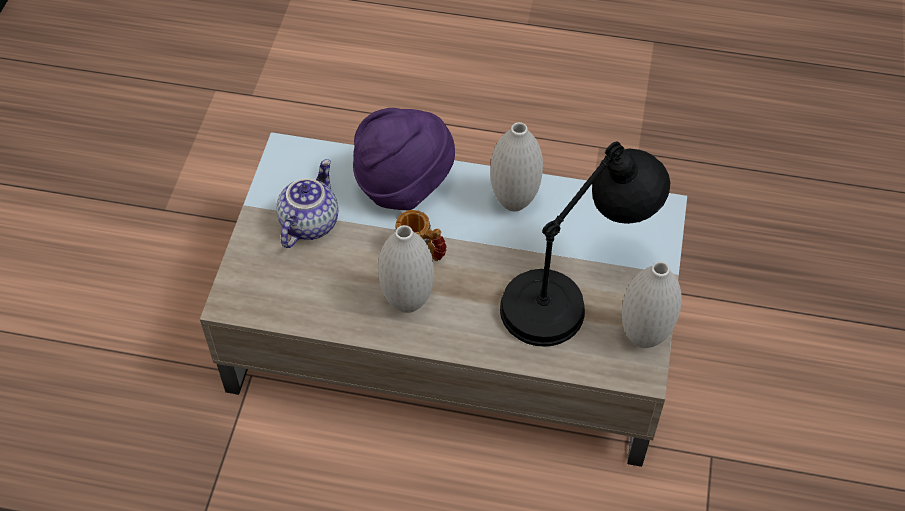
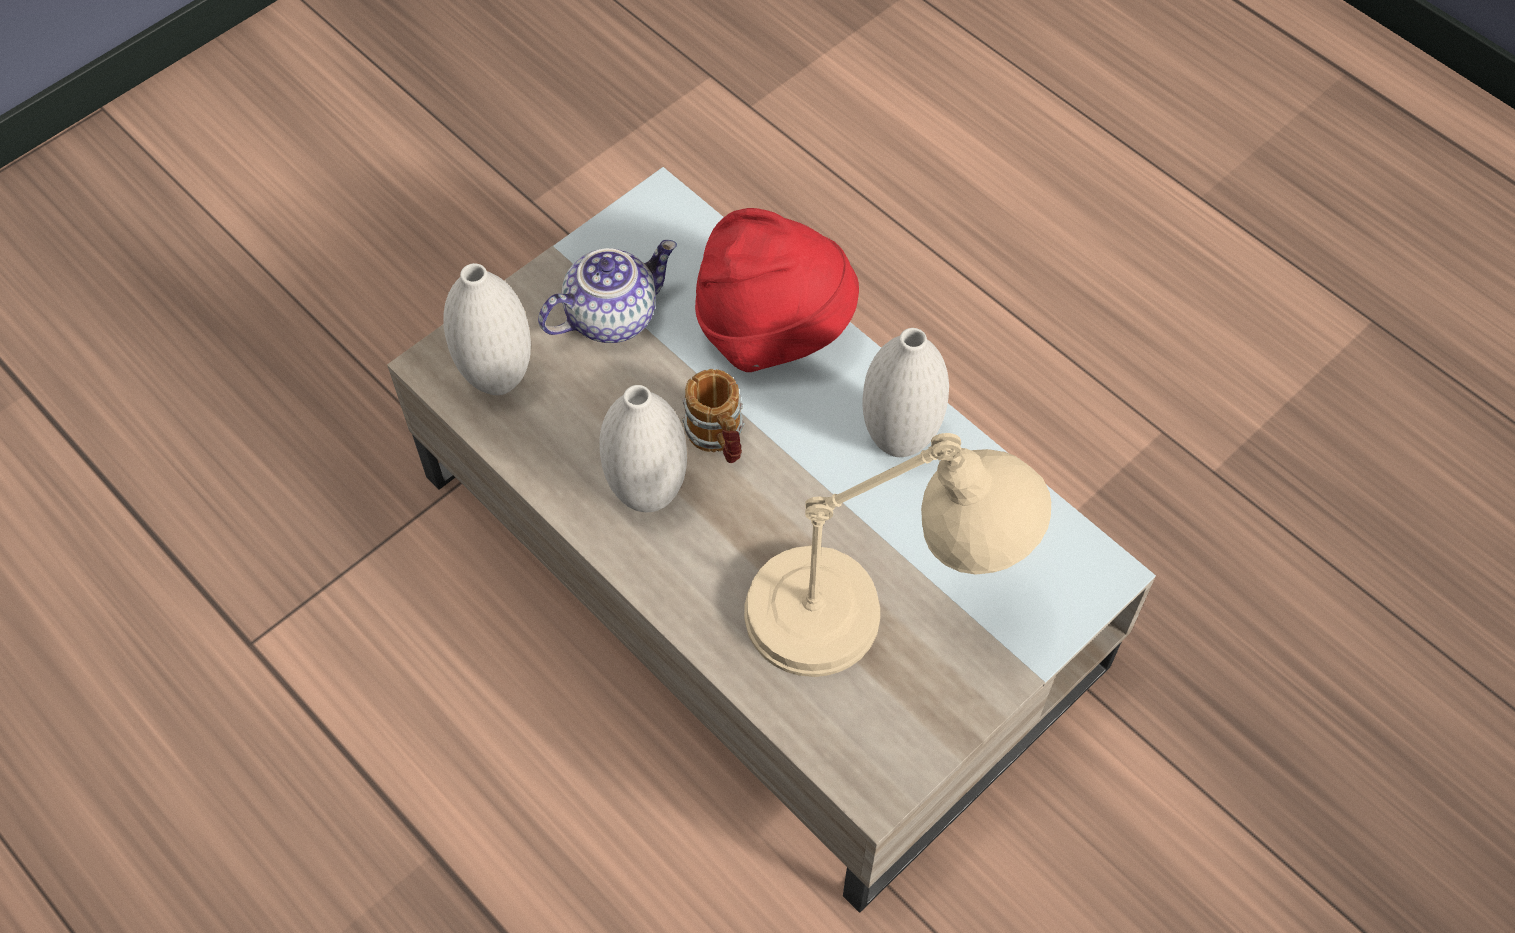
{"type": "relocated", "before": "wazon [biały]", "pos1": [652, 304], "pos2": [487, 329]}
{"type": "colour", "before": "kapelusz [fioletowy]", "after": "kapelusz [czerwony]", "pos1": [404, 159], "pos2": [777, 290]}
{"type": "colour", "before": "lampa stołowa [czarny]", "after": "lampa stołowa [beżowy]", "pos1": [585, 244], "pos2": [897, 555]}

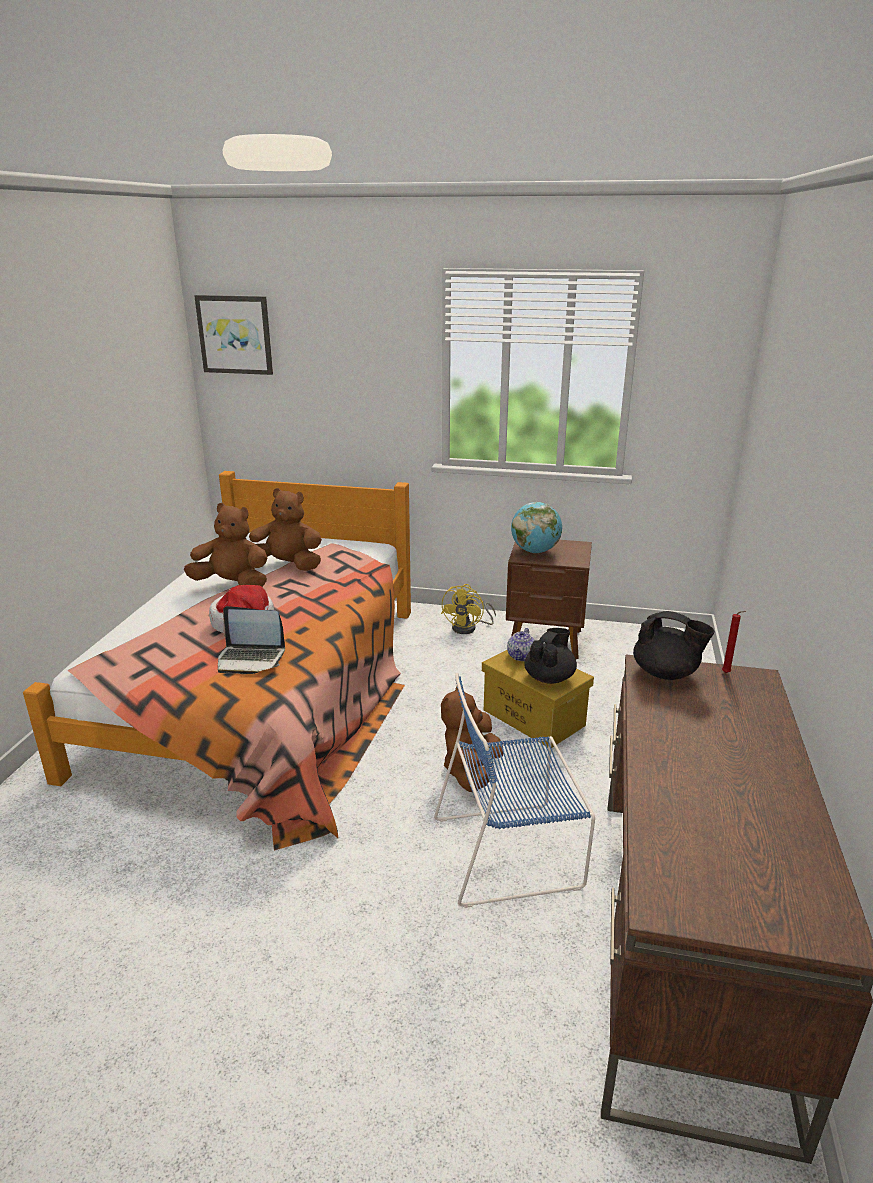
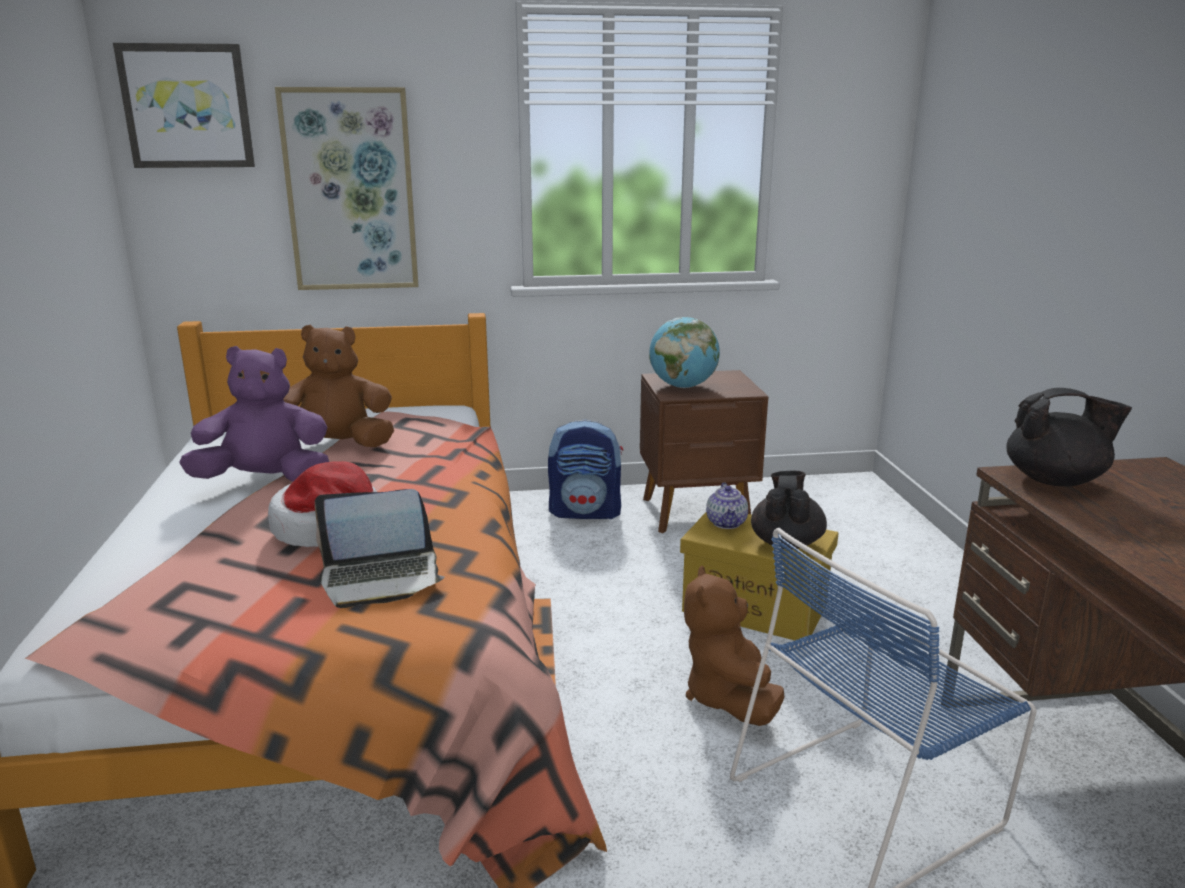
{"type": "colour", "before": "pluszak [brązowy]", "after": "pluszak [fioletowy]", "pos1": [225, 545], "pos2": [254, 414]}
{"type": "appeared", "after": "obraz", "pos2": [346, 188]}
{"type": "exchanged", "before": "wentylator [żółty]", "after": "plecak", "pos1": [468, 609], "pos2": [585, 469]}
{"type": "missing", "before": "świeca [czerwony]", "pos1": [734, 642]}

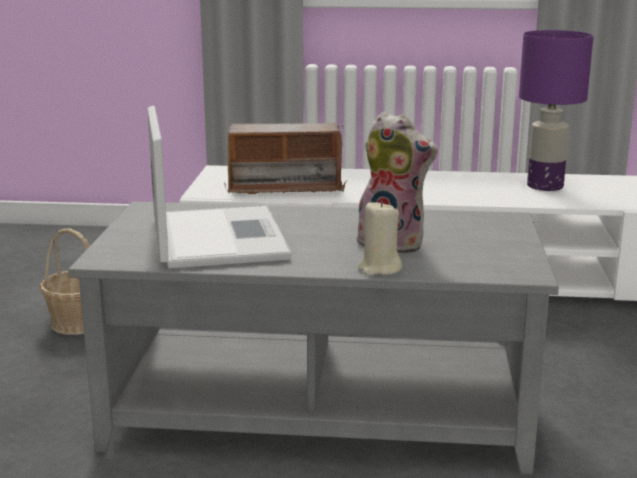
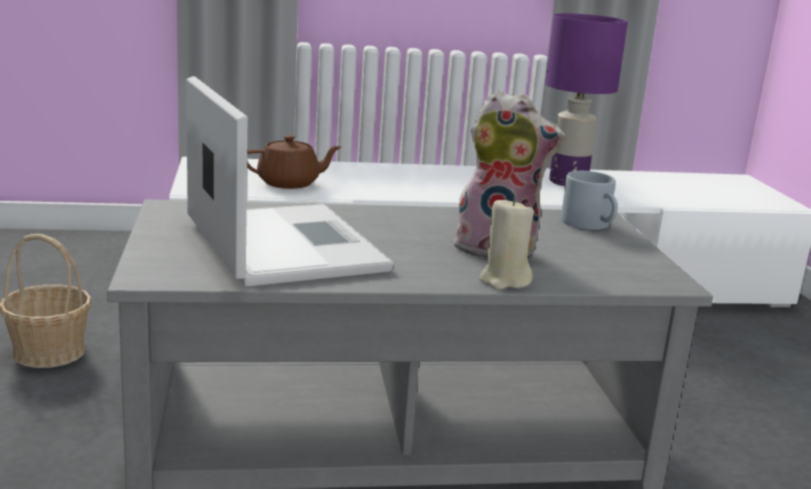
{"type": "exchanged", "before": "radio", "after": "imbryk [brązowy]", "pos1": [285, 158], "pos2": [294, 162]}
{"type": "appeared", "after": "kubek [szary]", "pos2": [589, 200]}

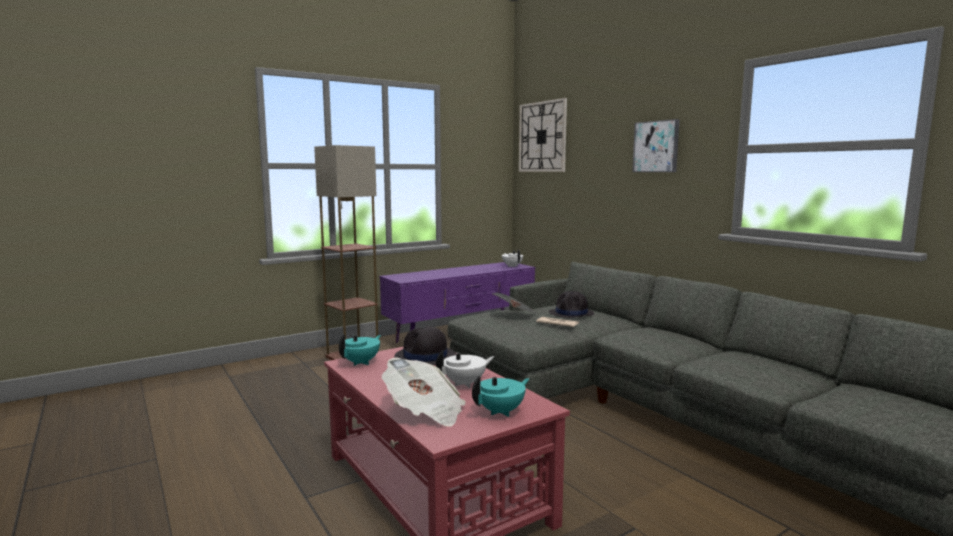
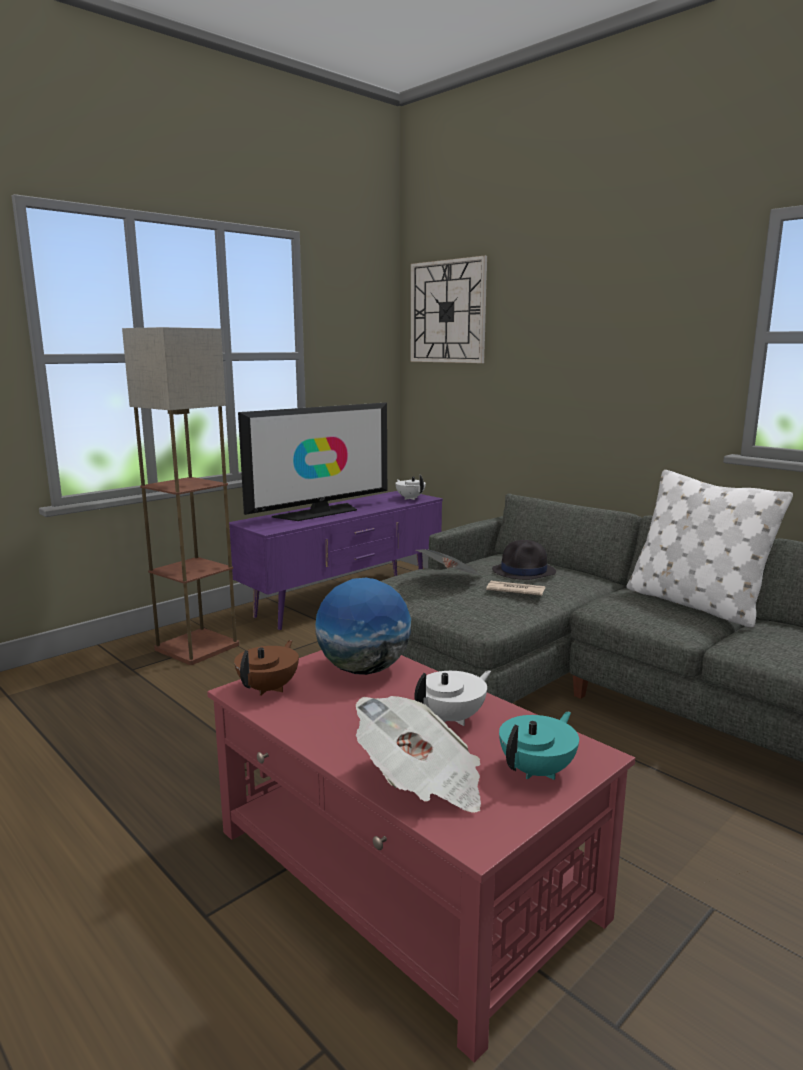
{"type": "colour", "before": "imbryk [turkusowy]", "after": "imbryk [brązowy]", "pos1": [360, 350], "pos2": [266, 668]}
{"type": "appeared", "after": "telewizor", "pos2": [312, 461]}
{"type": "exchanged", "before": "kapelusz [czarny]", "after": "globus", "pos1": [425, 345], "pos2": [363, 626]}
{"type": "appeared", "after": "poduszka [biały]", "pos2": [709, 549]}
{"type": "missing", "before": "obraz", "pos1": [655, 145]}

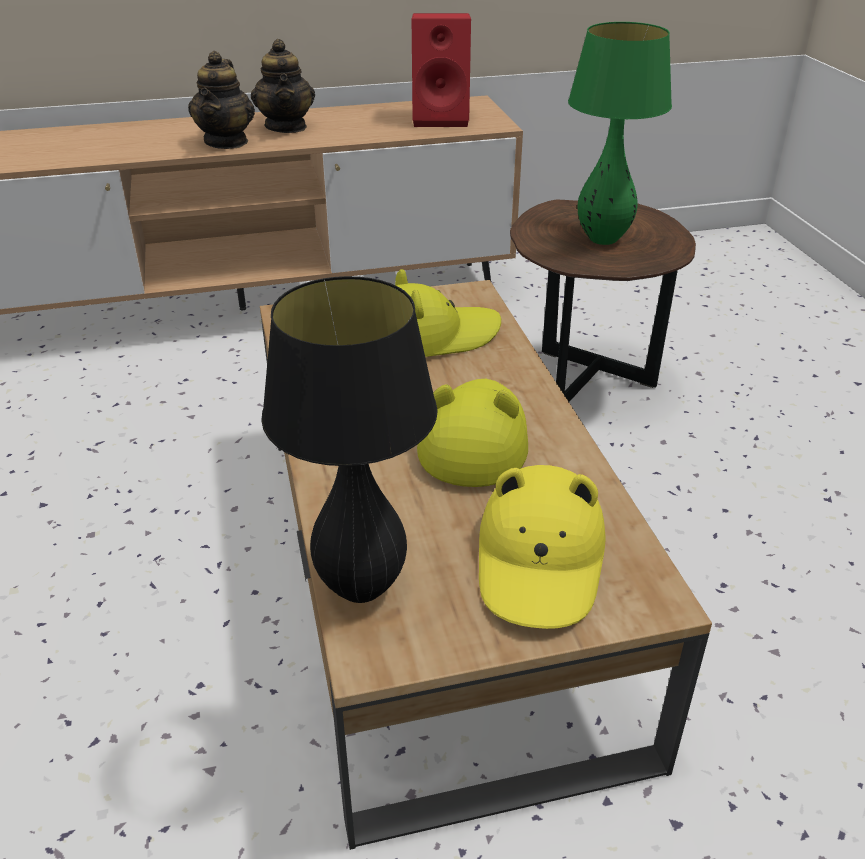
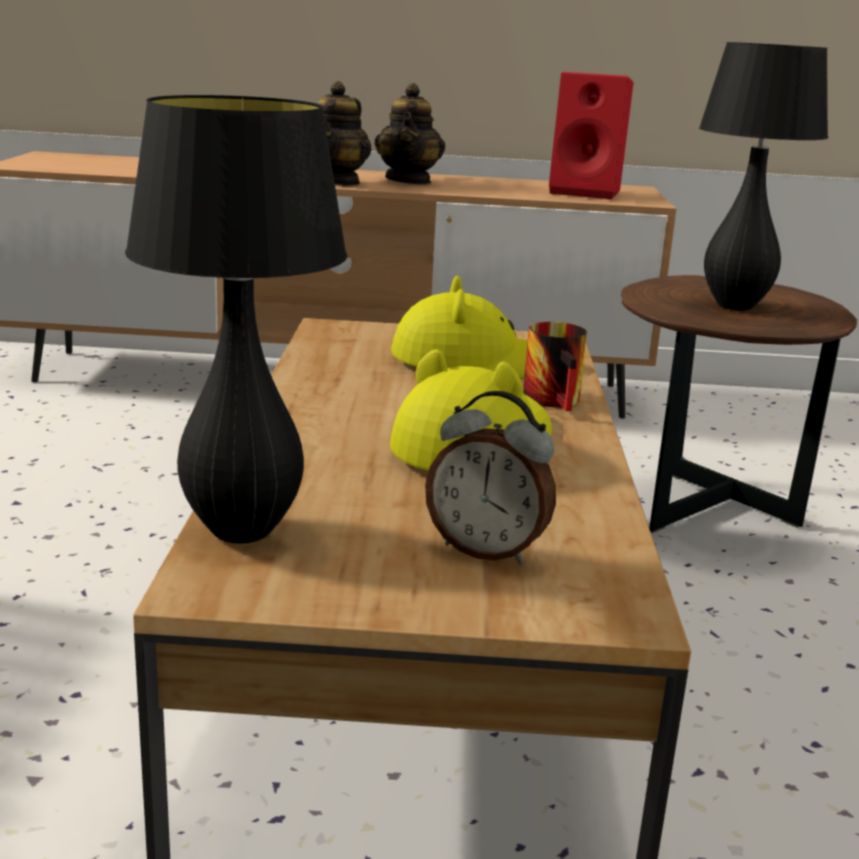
{"type": "exchanged", "before": "kapelusz [żółty]", "after": "budzik", "pos1": [542, 547], "pos2": [490, 478]}
{"type": "appeared", "after": "kubek", "pos2": [555, 366]}
{"type": "colour", "before": "lampa stołowa [zielony]", "after": "lampa stołowa [czarny]", "pos1": [620, 133], "pos2": [763, 176]}

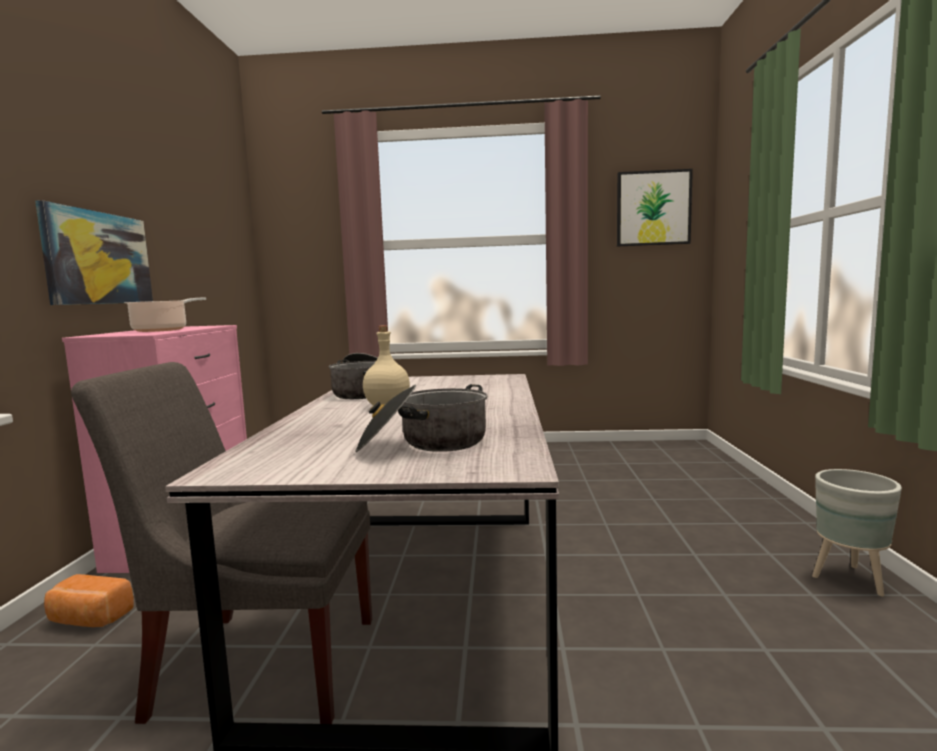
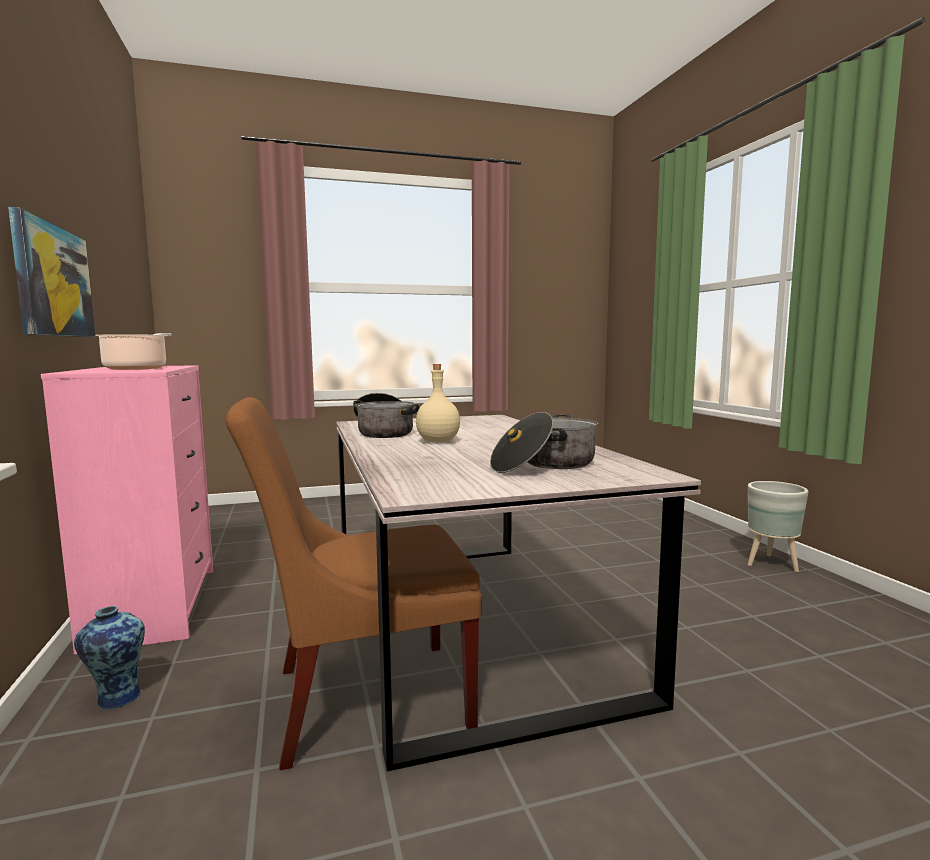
{"type": "exchanged", "before": "chleb", "after": "wazon", "pos1": [89, 600], "pos2": [109, 657]}
{"type": "colour", "before": "krzesło [szary]", "after": "krzesło [brązowy]", "pos1": [221, 543], "pos2": [354, 583]}
{"type": "missing", "before": "obraz", "pos1": [655, 208]}

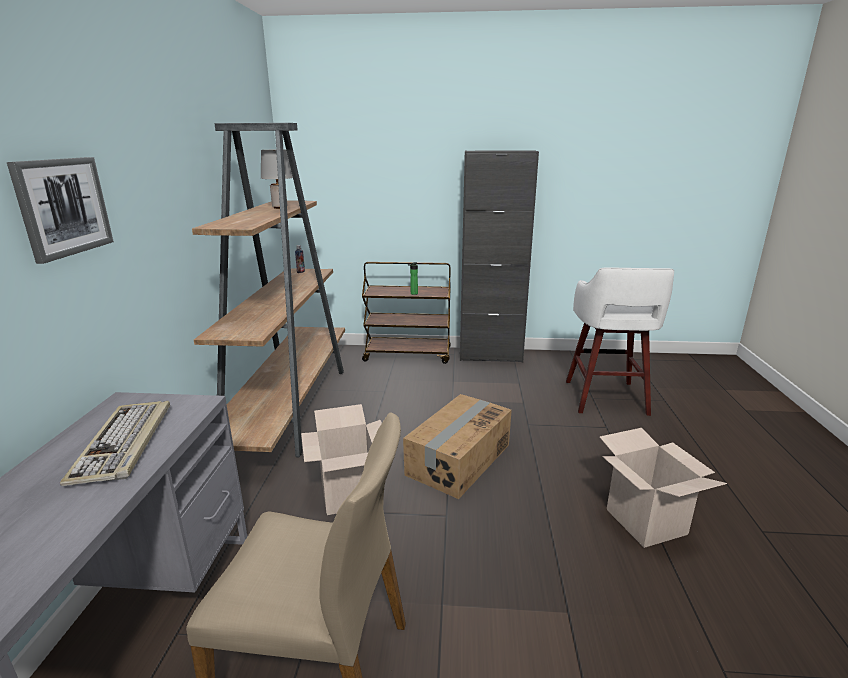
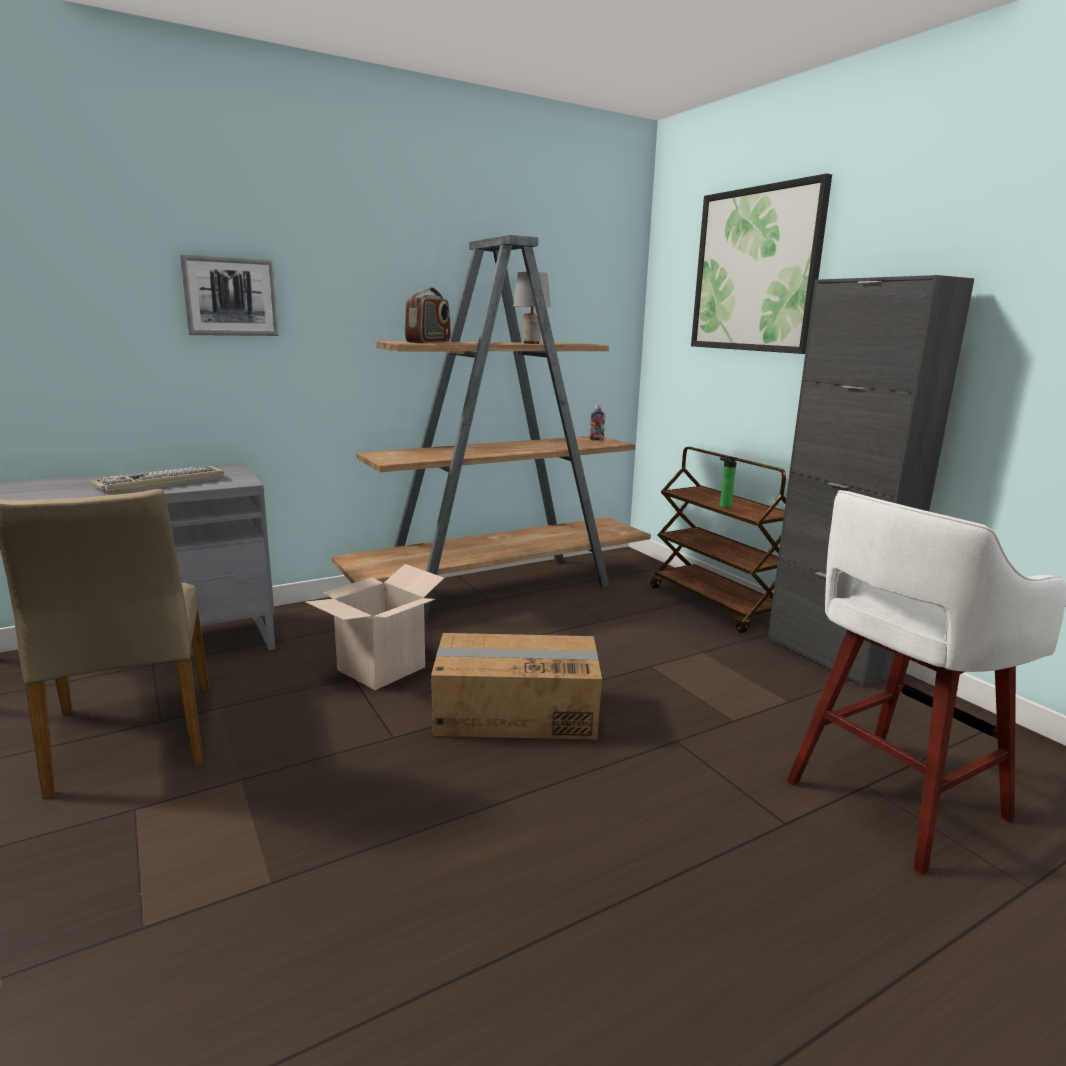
{"type": "appeared", "after": "radio", "pos2": [428, 315]}
{"type": "appeared", "after": "obraz", "pos2": [761, 263]}
{"type": "missing", "before": "karton", "pos1": [663, 488]}

